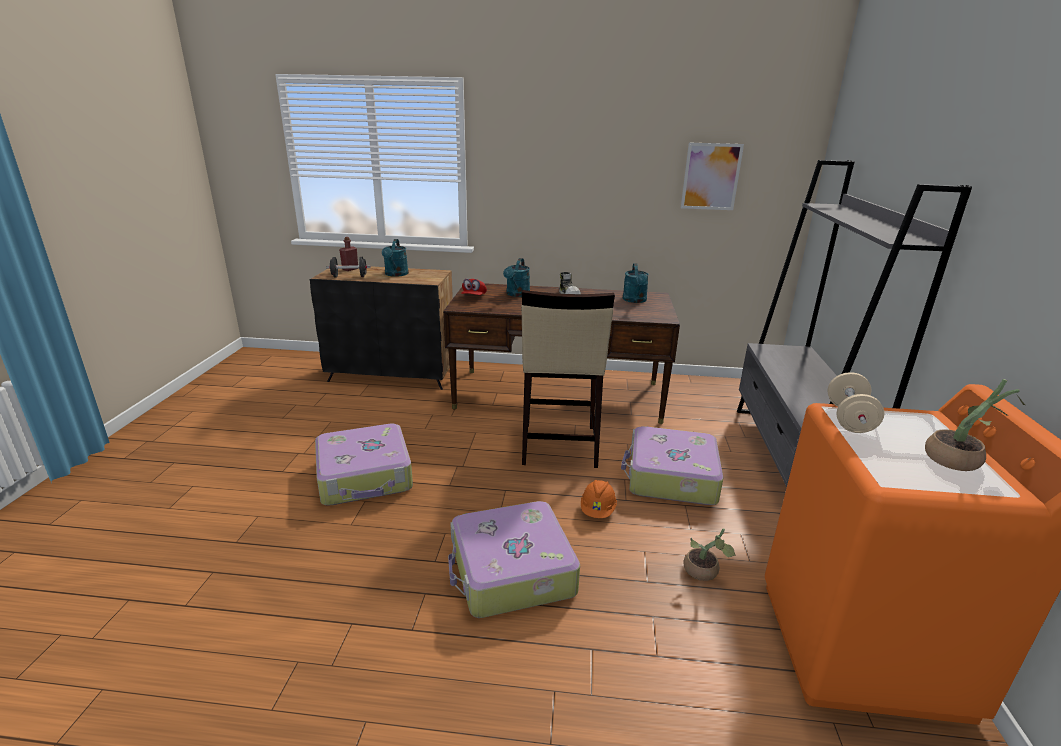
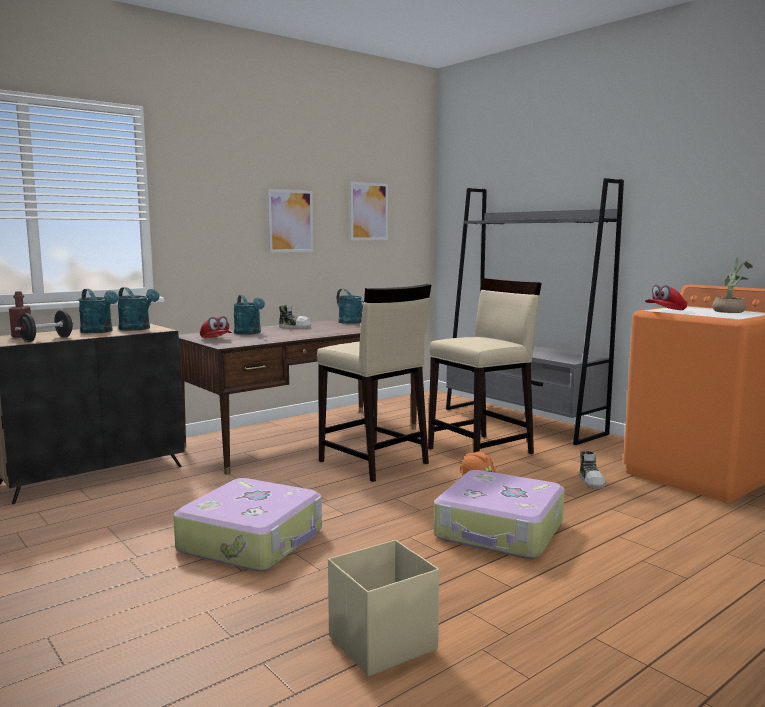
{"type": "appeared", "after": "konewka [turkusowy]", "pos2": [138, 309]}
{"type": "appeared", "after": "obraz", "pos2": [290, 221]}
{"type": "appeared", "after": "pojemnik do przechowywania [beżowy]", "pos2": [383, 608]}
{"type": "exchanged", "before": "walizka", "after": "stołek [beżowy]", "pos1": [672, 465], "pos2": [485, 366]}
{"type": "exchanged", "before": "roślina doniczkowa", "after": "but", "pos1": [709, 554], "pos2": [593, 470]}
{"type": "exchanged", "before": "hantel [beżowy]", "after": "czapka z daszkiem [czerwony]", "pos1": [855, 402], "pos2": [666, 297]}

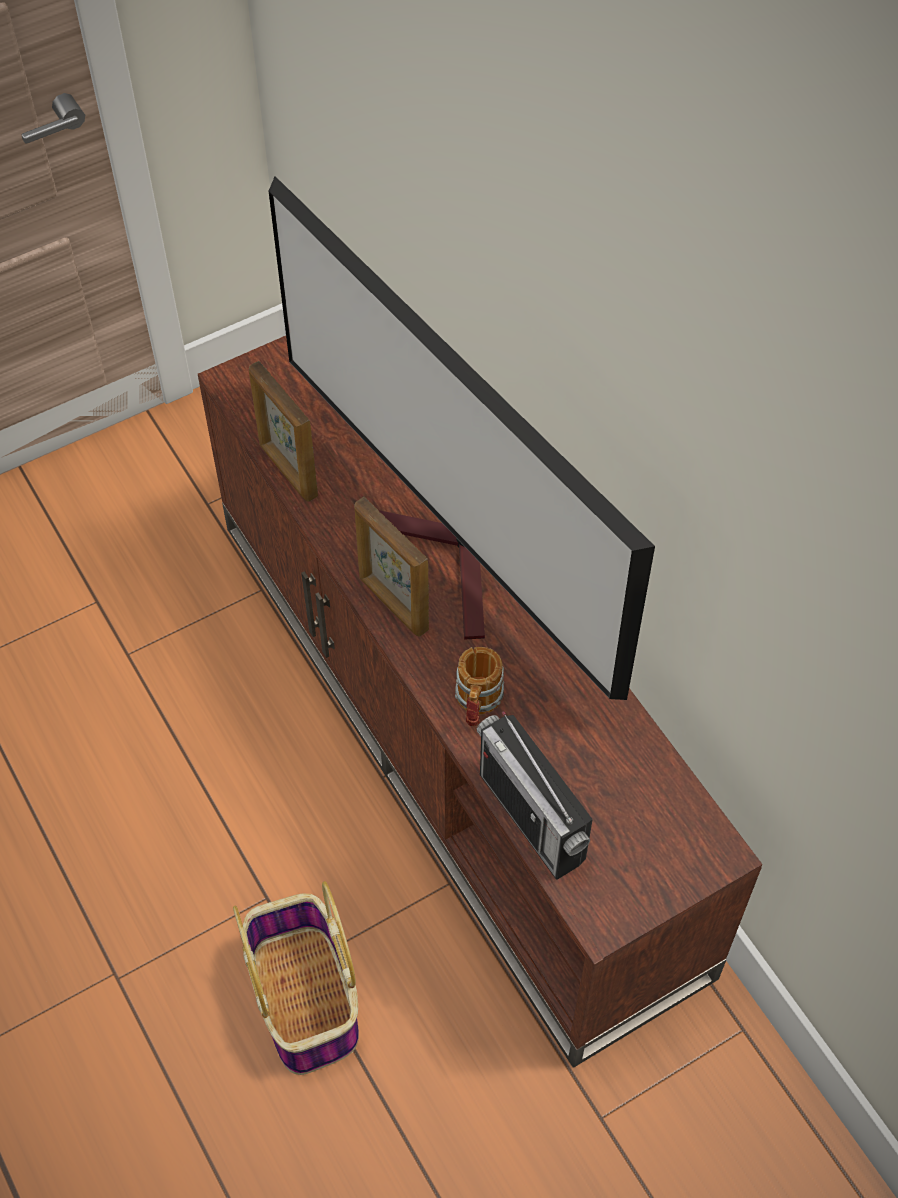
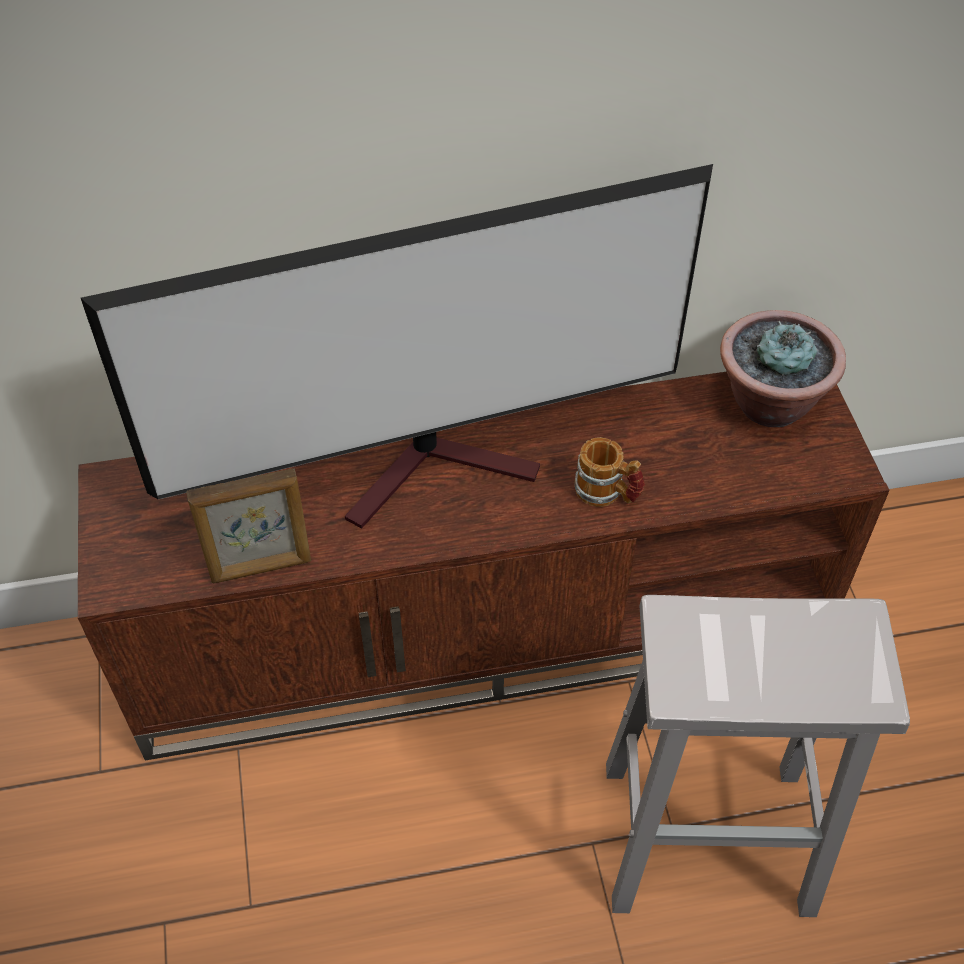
{"type": "exchanged", "before": "koszyk", "after": "stołek [biały]", "pos1": [296, 978], "pos2": [758, 756]}
{"type": "appeared", "after": "roślina doniczkowa", "pos2": [783, 368]}
{"type": "missing", "before": "ramka na zdjęcie", "pos1": [391, 567]}
{"type": "missing", "before": "radio", "pos1": [535, 795]}

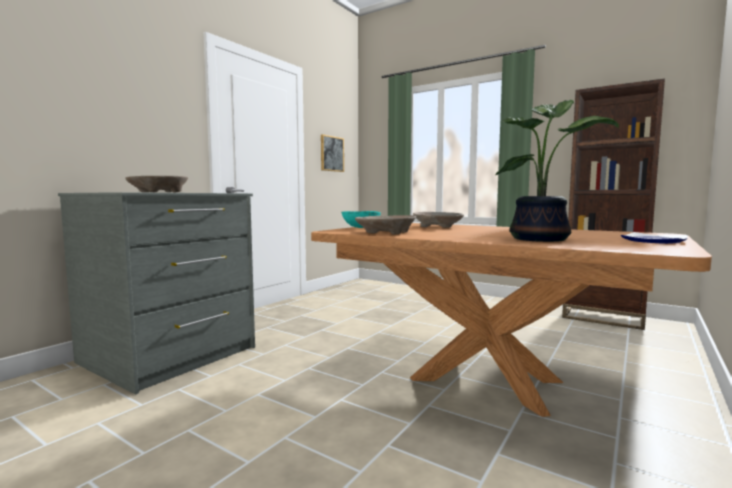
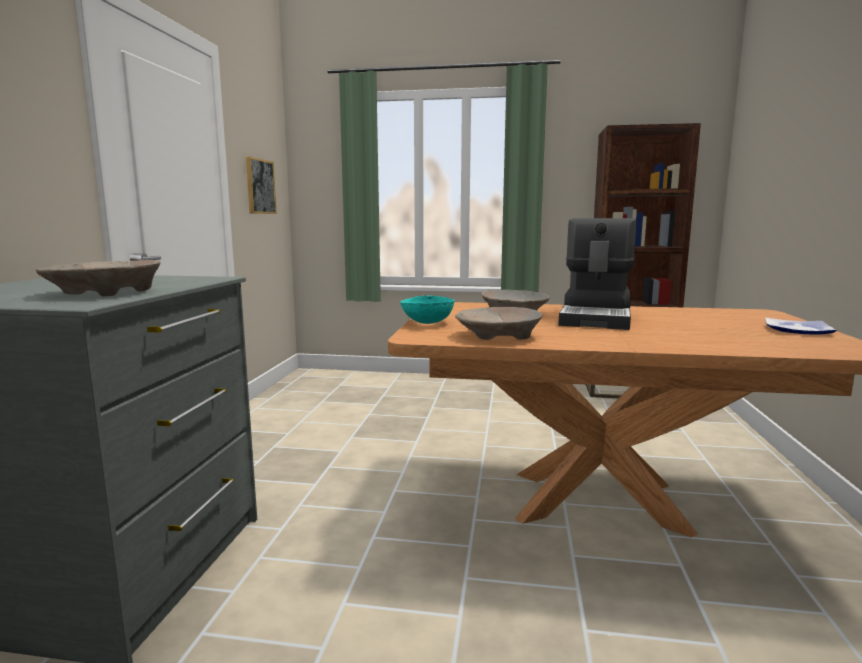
{"type": "appeared", "after": "ekspres do kawy", "pos2": [597, 274]}
{"type": "missing", "before": "roślina doniczkowa", "pos1": [557, 171]}

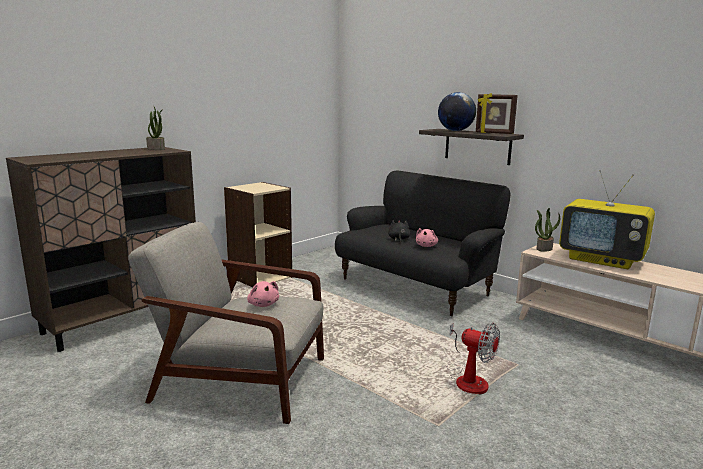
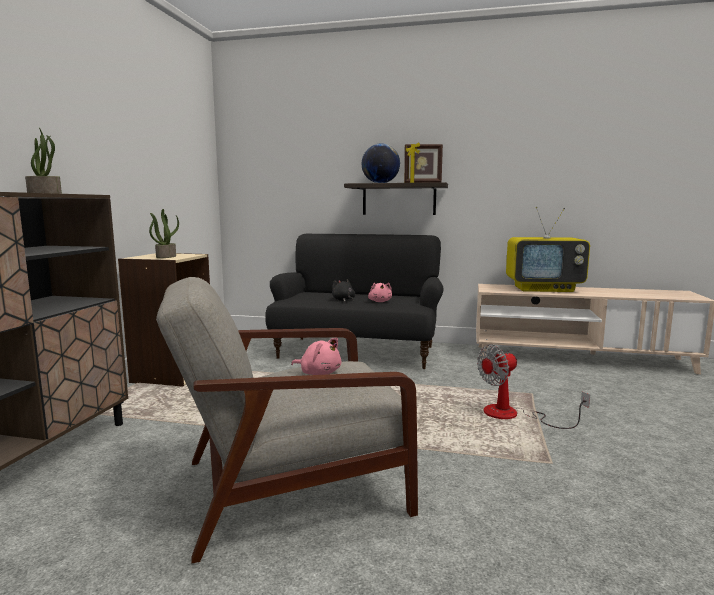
{"type": "relocated", "before": "roślina doniczkowa", "pos1": [547, 230], "pos2": [164, 233]}
{"type": "spun", "before": "wentylator", "pos1": [473, 359], "pos2": [533, 386], "turn": 150}

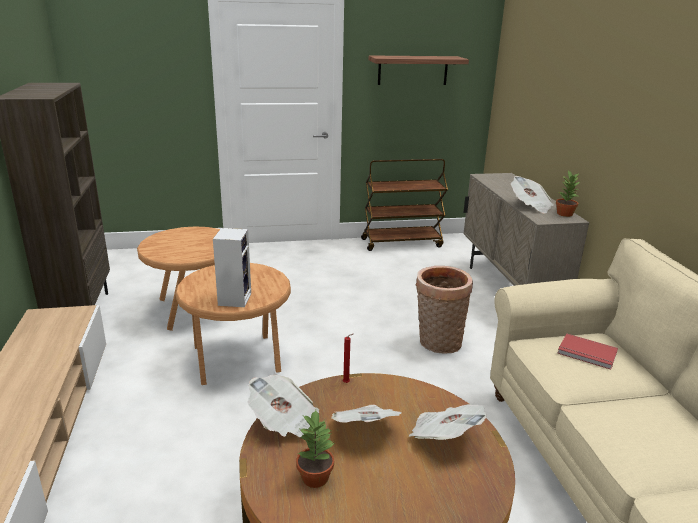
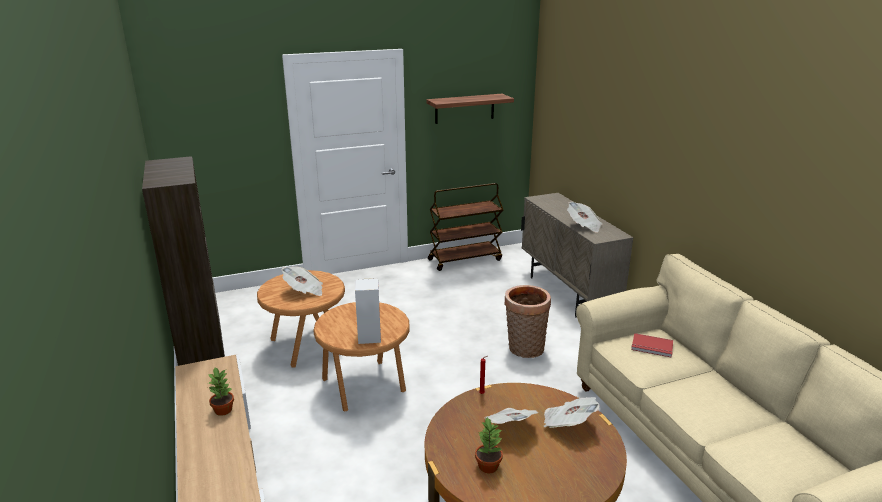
{"type": "relocated", "before": "roślina doniczkowa", "pos1": [568, 193], "pos2": [221, 392]}
{"type": "relocated", "before": "gazeta", "pos1": [283, 406], "pos2": [302, 281]}

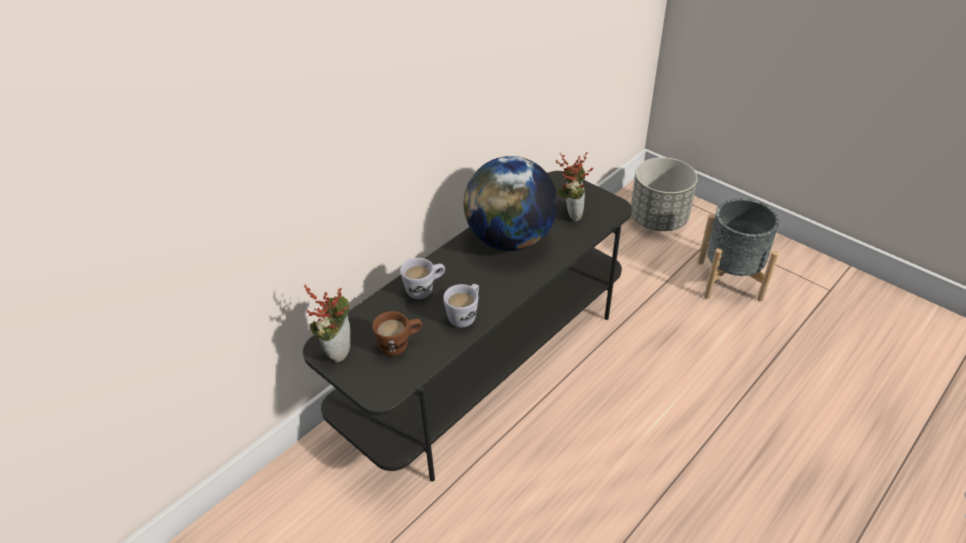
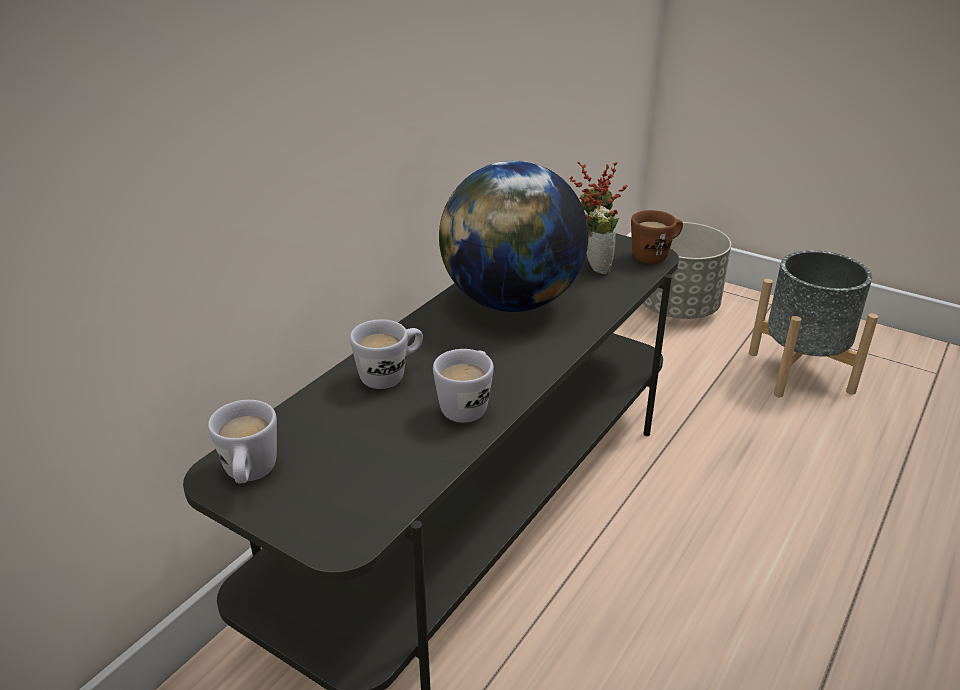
{"type": "exchanged", "before": "roślina doniczkowa", "after": "kubek [biały]", "pos1": [327, 324], "pos2": [242, 441]}
{"type": "relocated", "before": "kubek [brązowy]", "pos1": [397, 333], "pos2": [657, 237]}

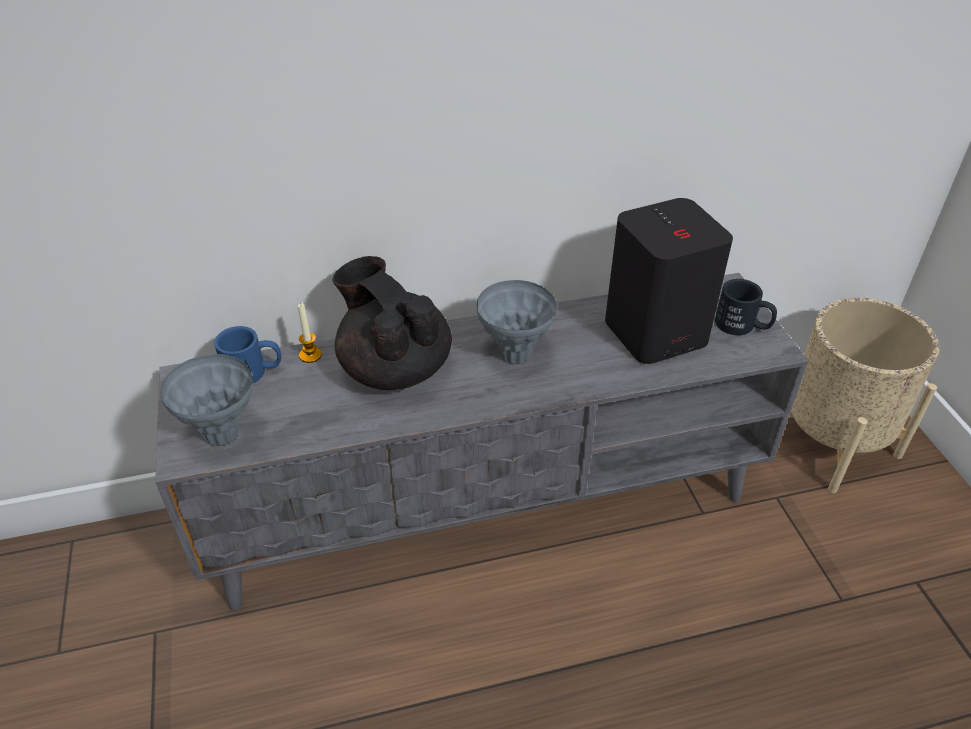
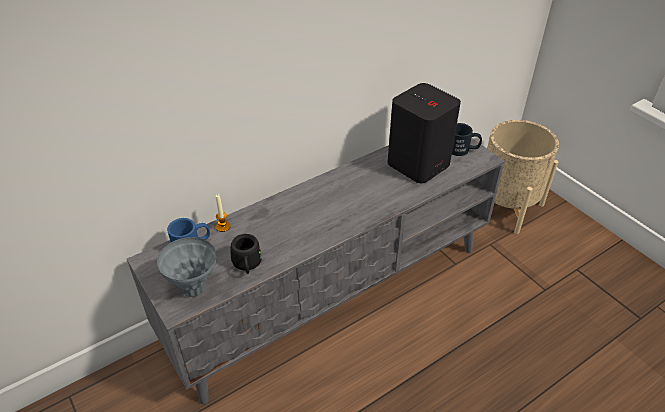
{"type": "appeared", "after": "kubek [czarny]", "pos2": [246, 254]}
{"type": "missing", "before": "imbryk [czarny]", "pos1": [392, 323]}
{"type": "missing", "before": "wazon [szary]", "pos1": [517, 322]}

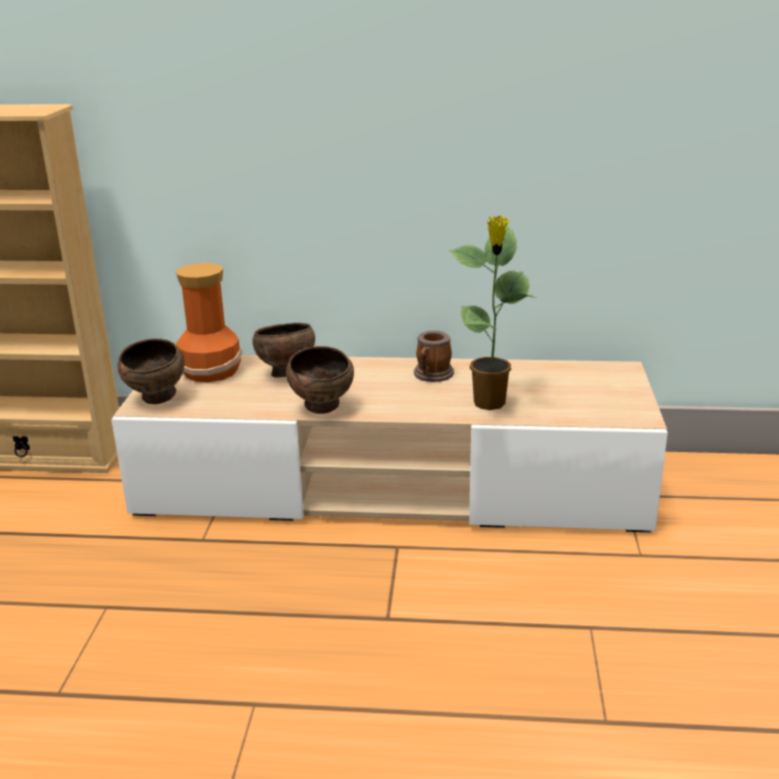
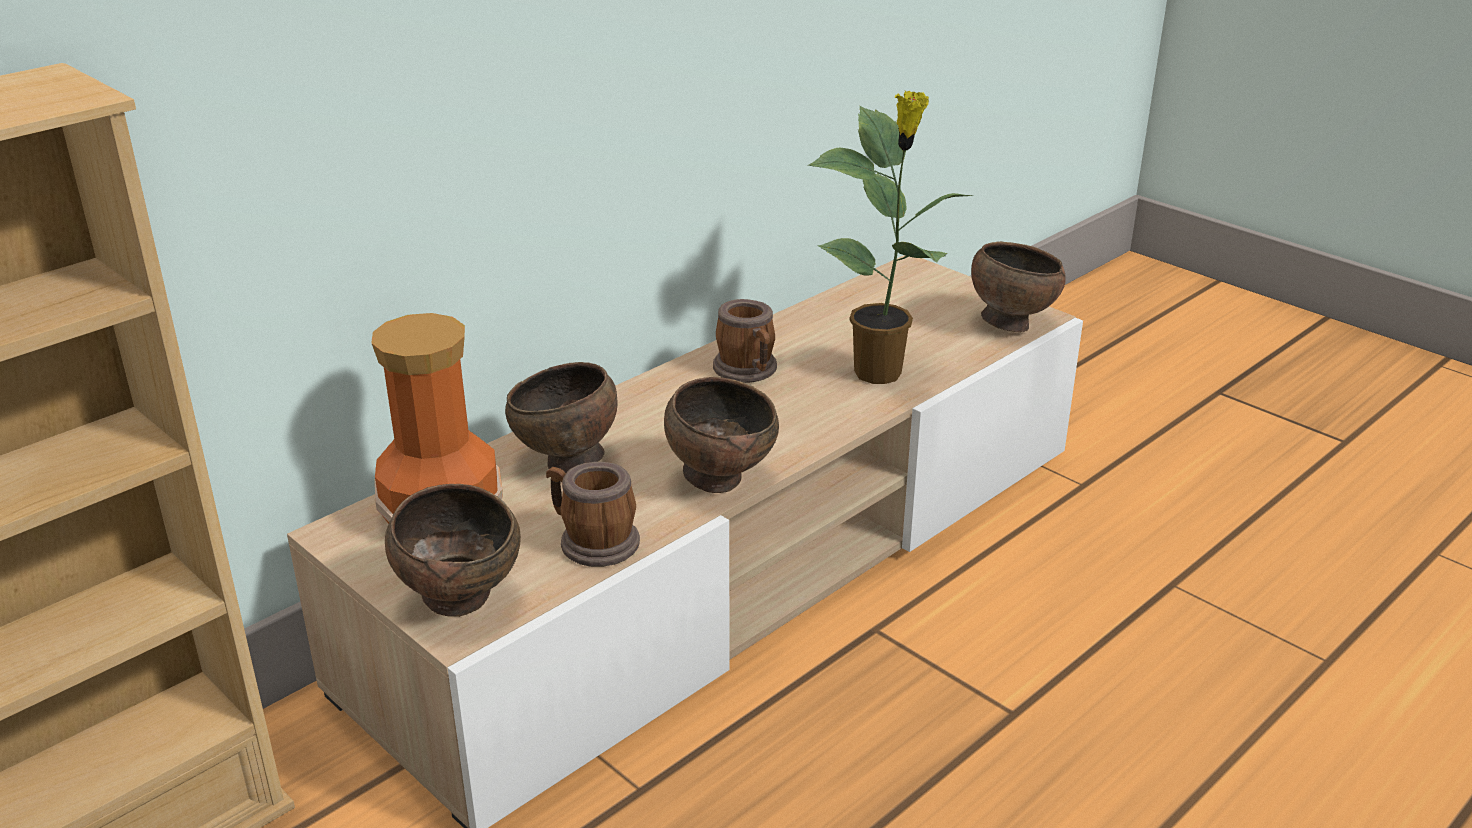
{"type": "appeared", "after": "kubek", "pos2": [593, 514]}
{"type": "appeared", "after": "miska [brązowy]", "pos2": [1018, 286]}

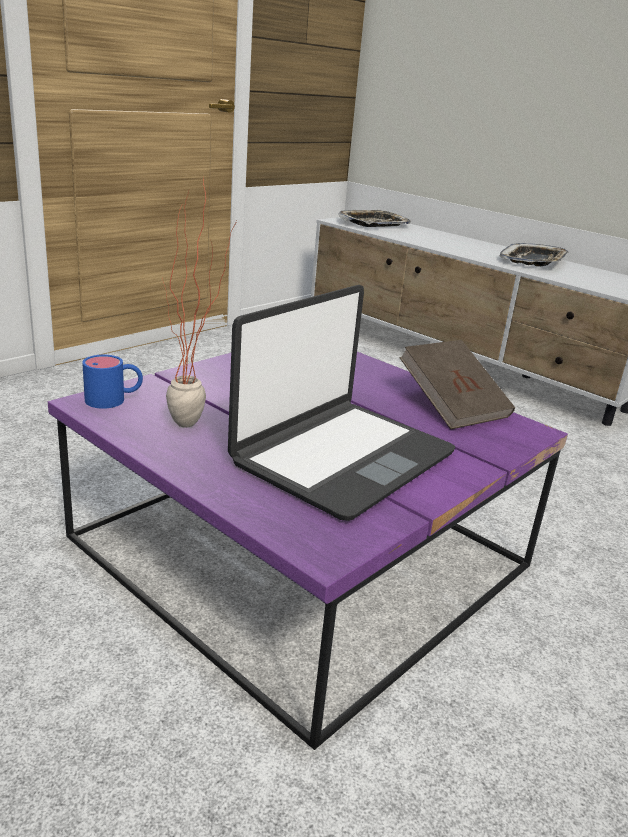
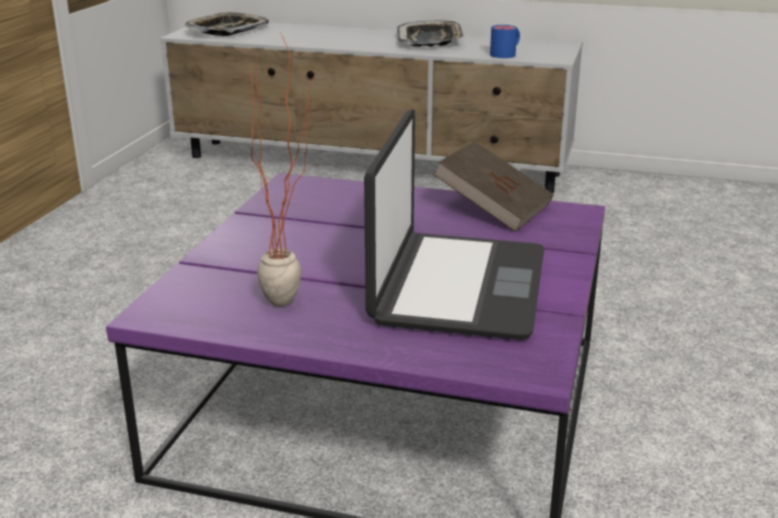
{"type": "relocated", "before": "kubek [niebieski]", "pos1": [112, 382], "pos2": [505, 41]}

